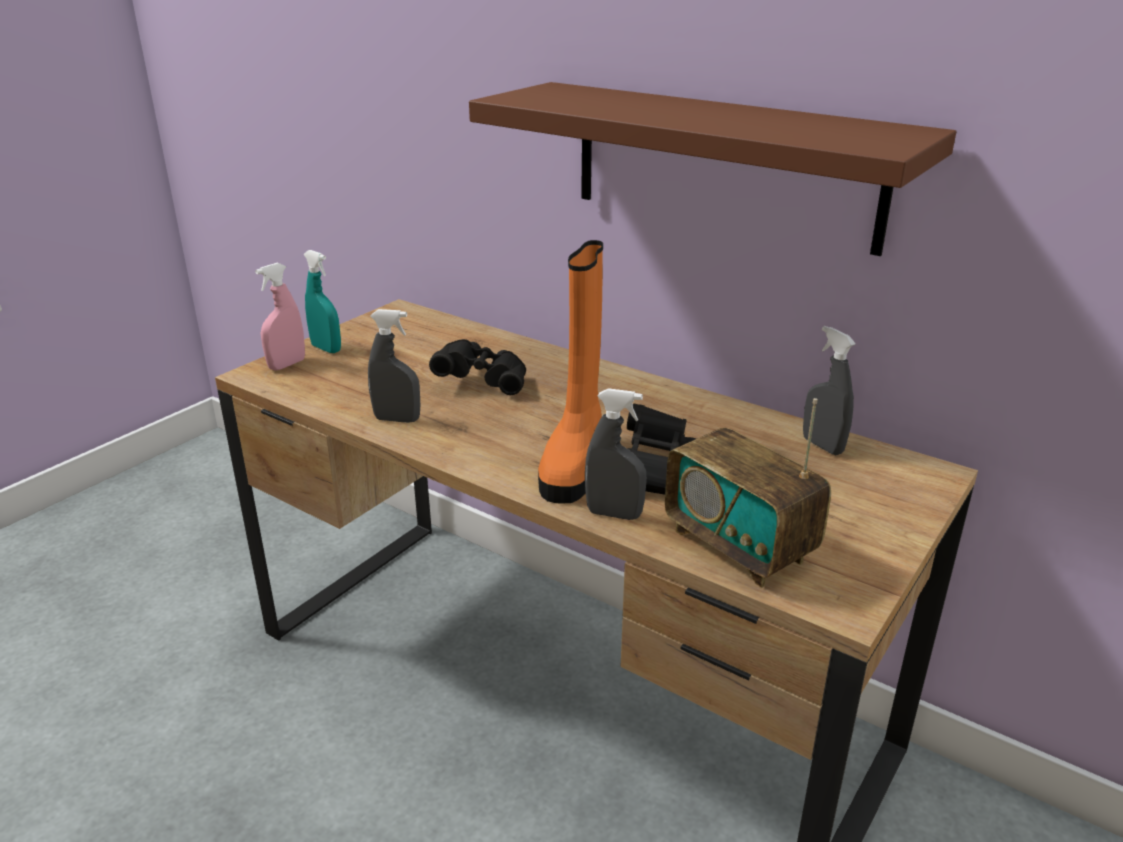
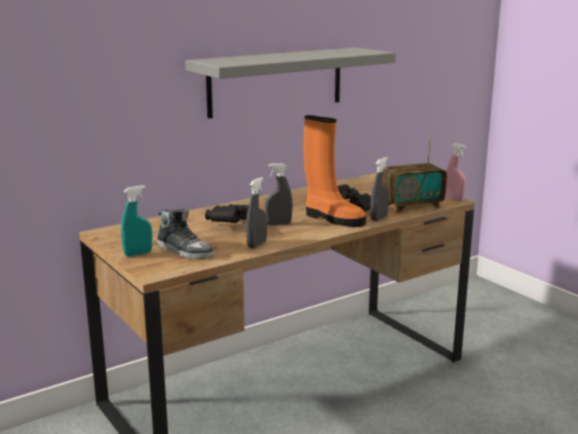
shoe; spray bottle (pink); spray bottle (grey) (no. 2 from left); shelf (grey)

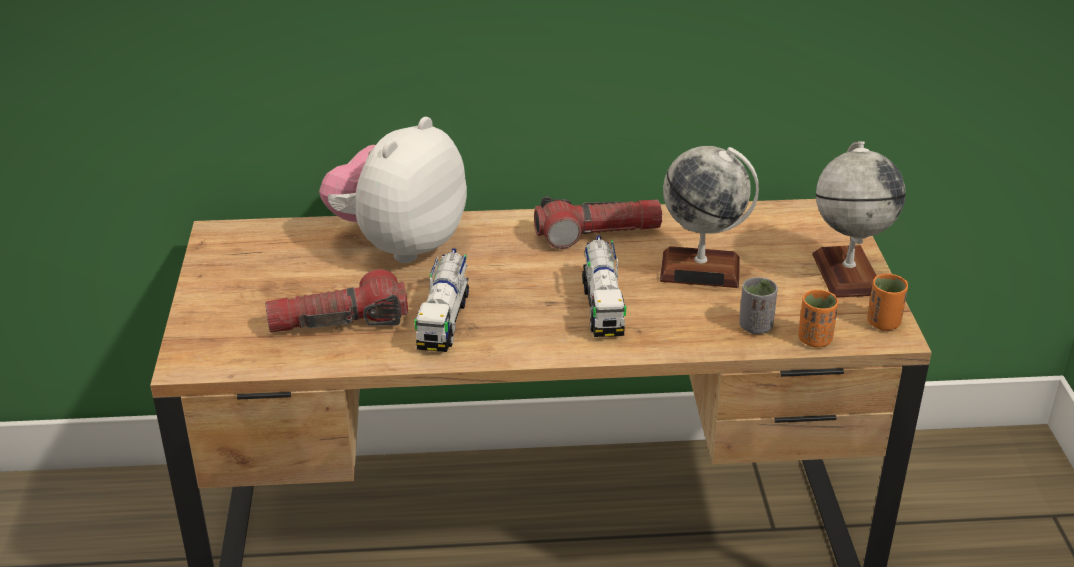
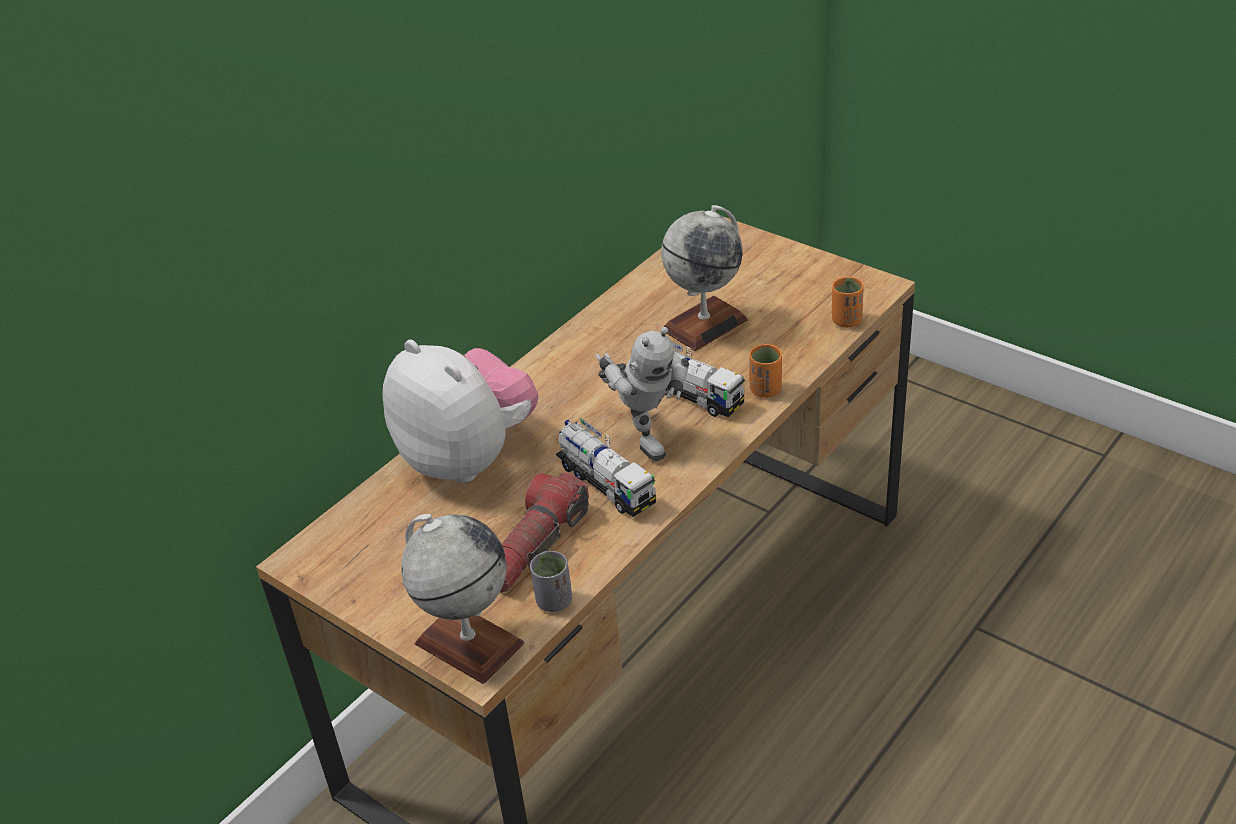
flashlight (no. 2 from left in the first image); toy robot; cup (grey); globe (no. 1 from left); cup (orange) (no. 1 from left); plush toy

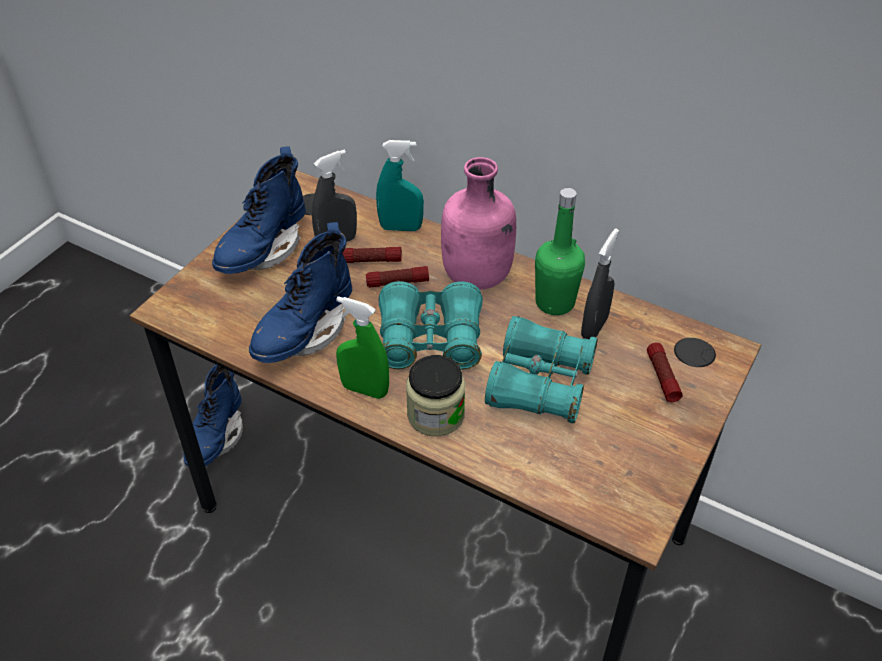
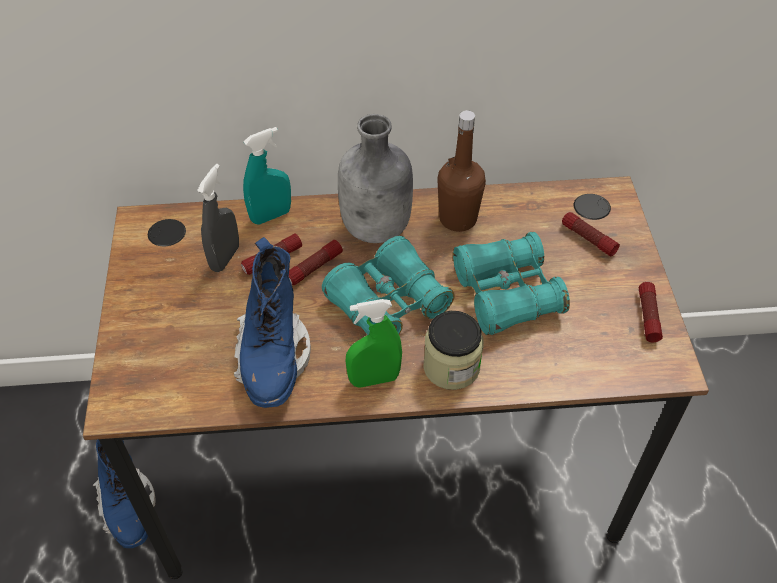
boot (blue) (no. 2 from left in the first image); spray bottle (grey) (no. 2 from left in the first image); flashlight (no. 4 from left); bottle (grey); bottle (brown)

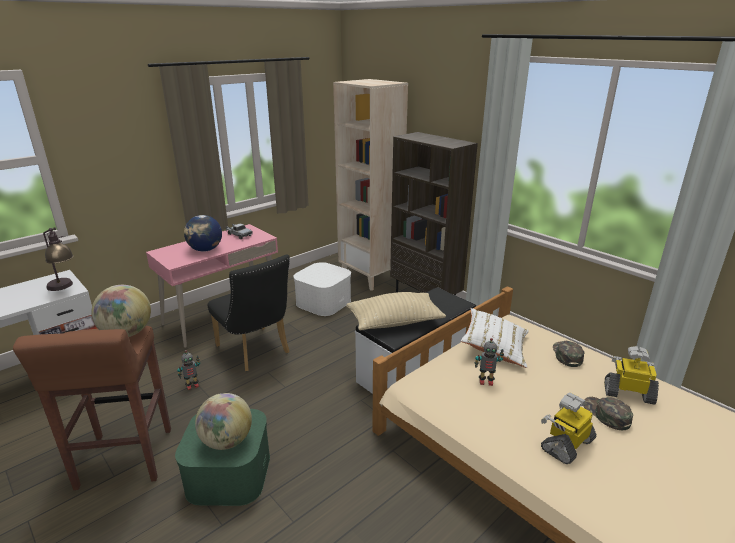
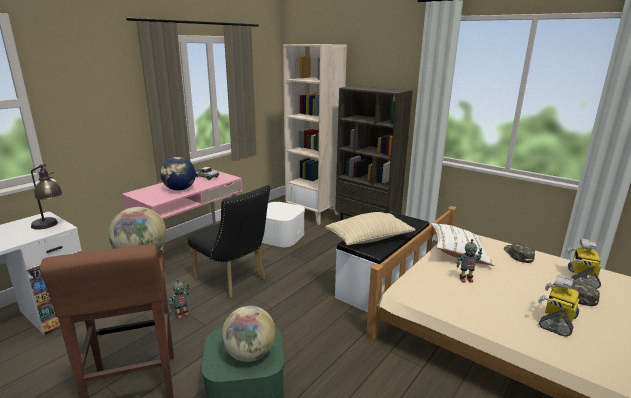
toy robot (no. 4 from left)

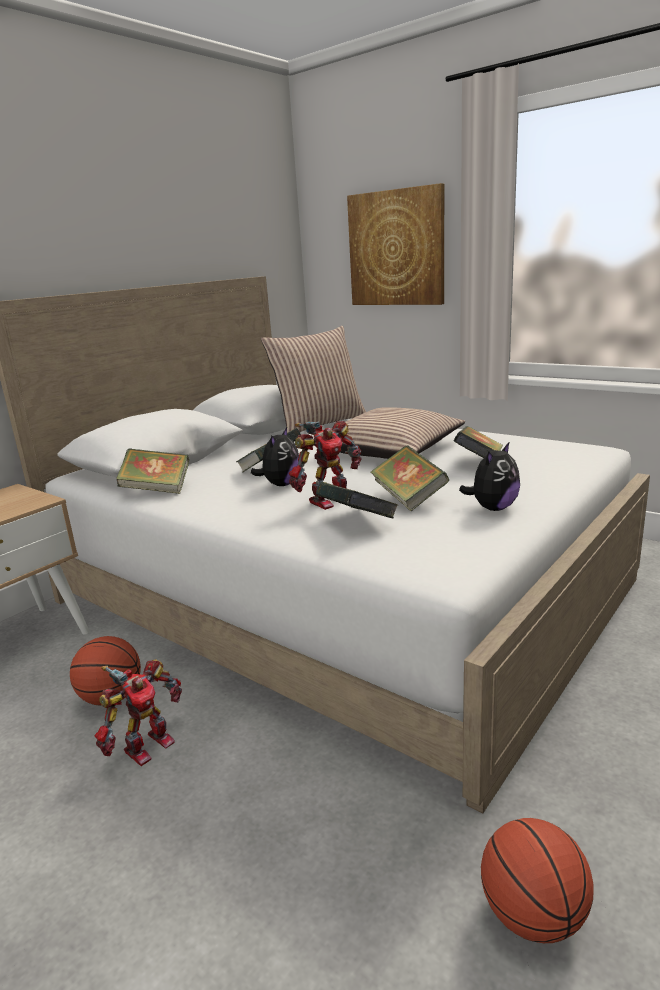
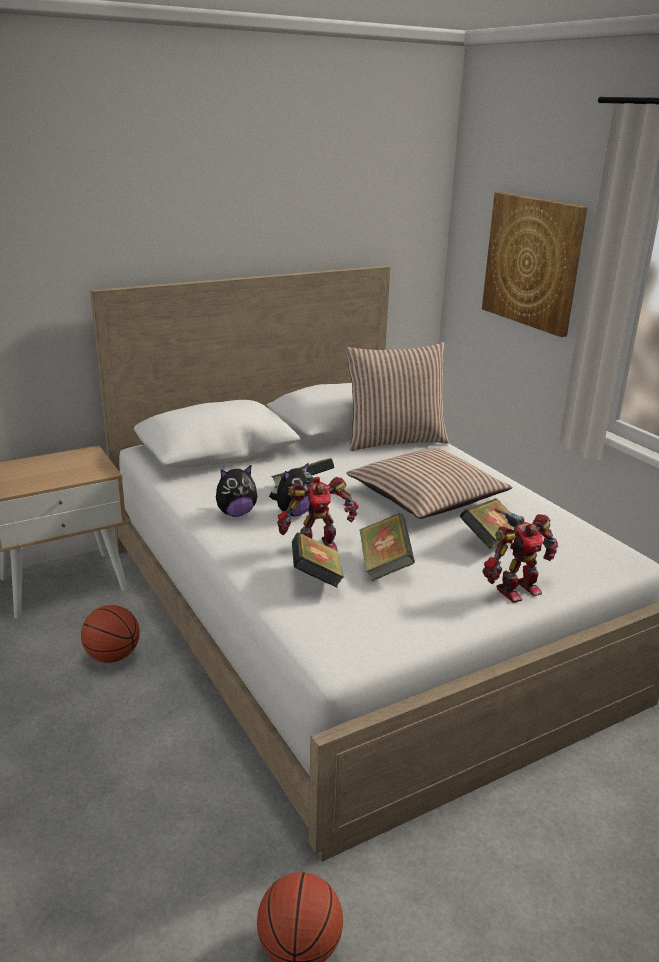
book (no. 1 from left in the first image); toy robot (no. 2 from left); plush toy (no. 1 from left)

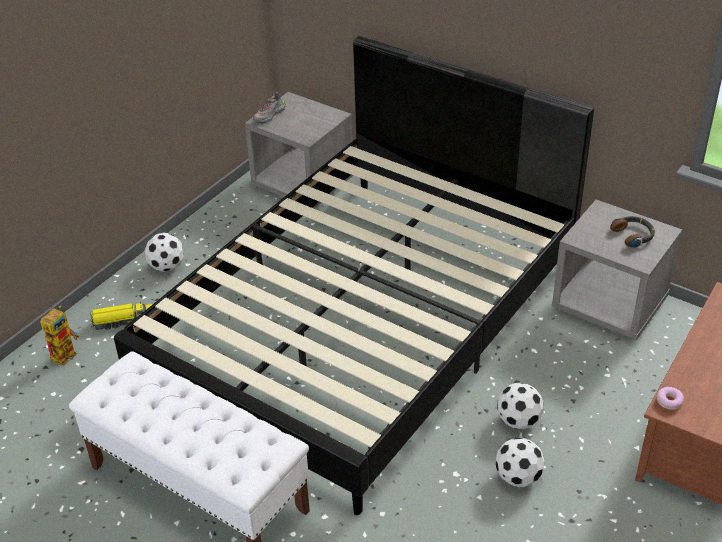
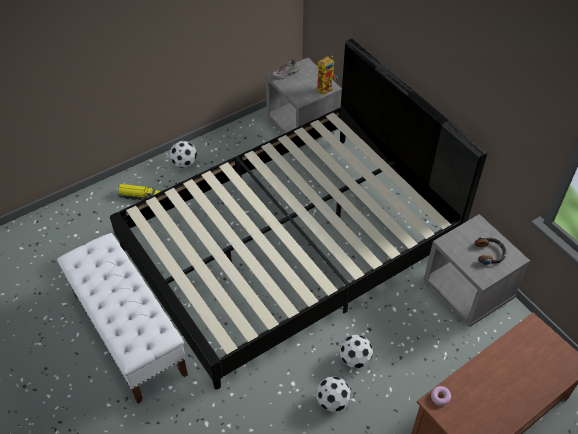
toy robot

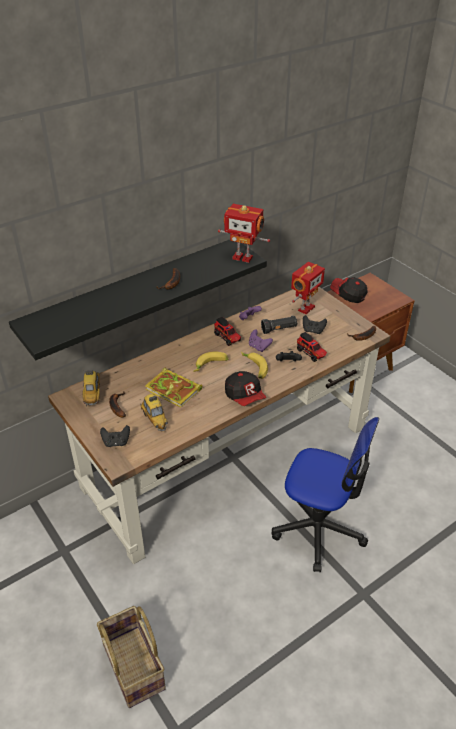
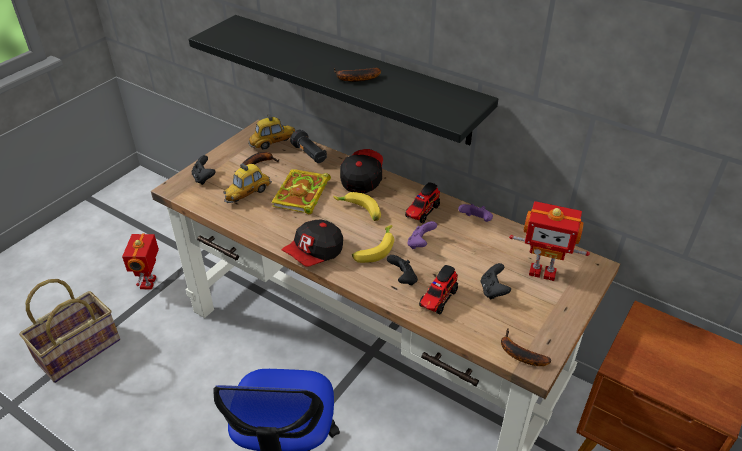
toy robot (no. 1 from left); flashlight (black); cap (no. 2 from left)

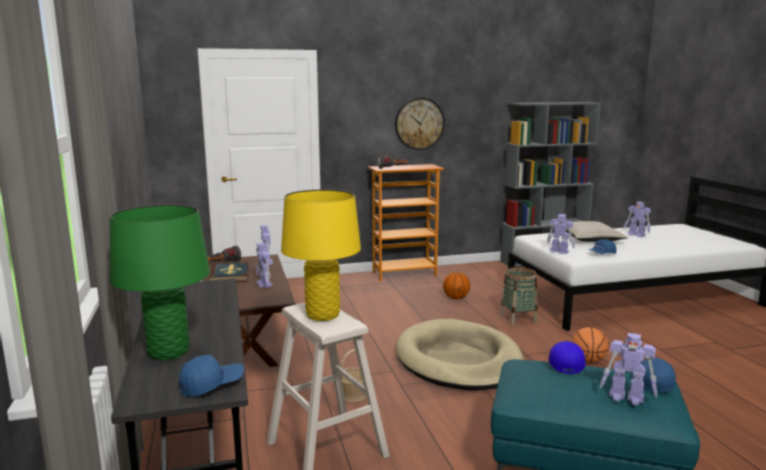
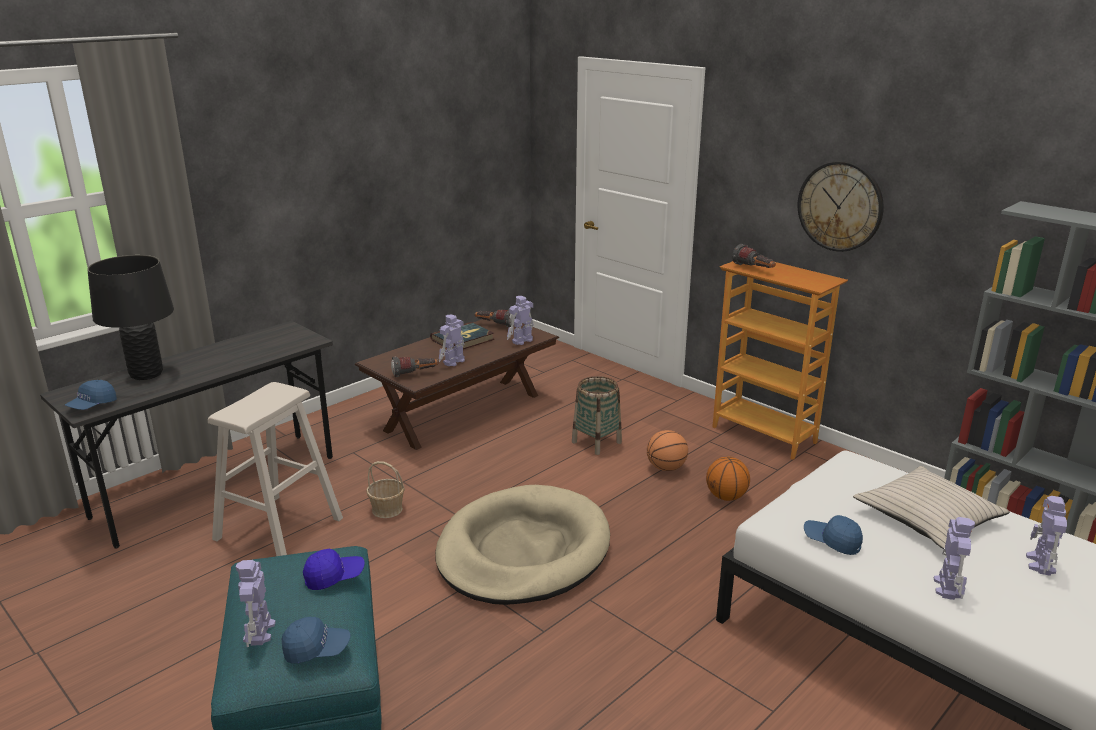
table lamp (yellow); flashlight (no. 1 from left); basket (no. 2 from left); toy robot (no. 4 from left); basketball (no. 1 from left); table lamp (black); cap (blue) (no. 1 from left)

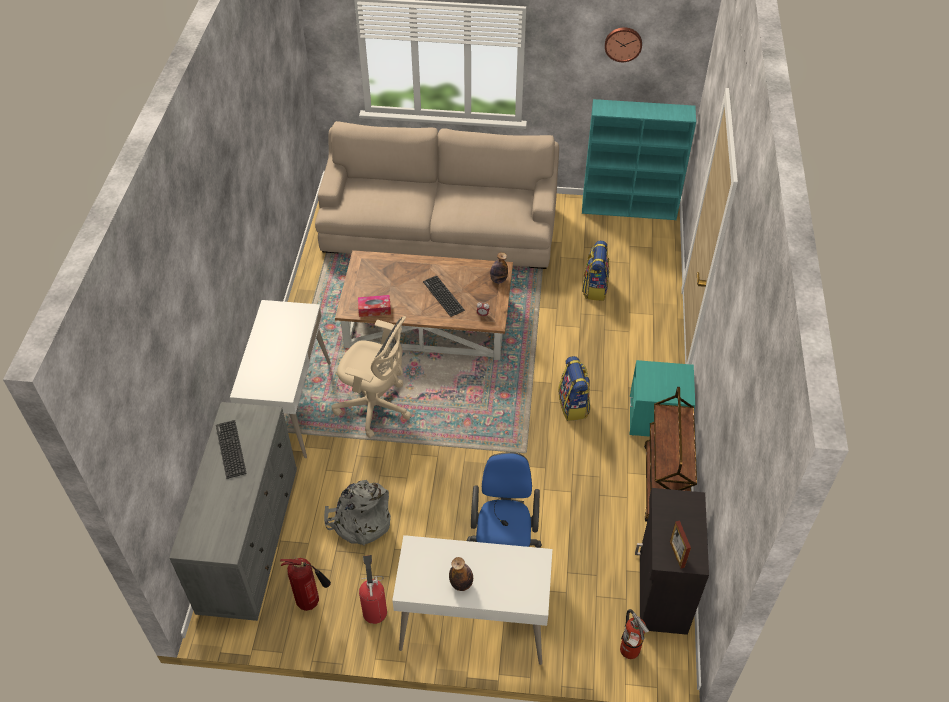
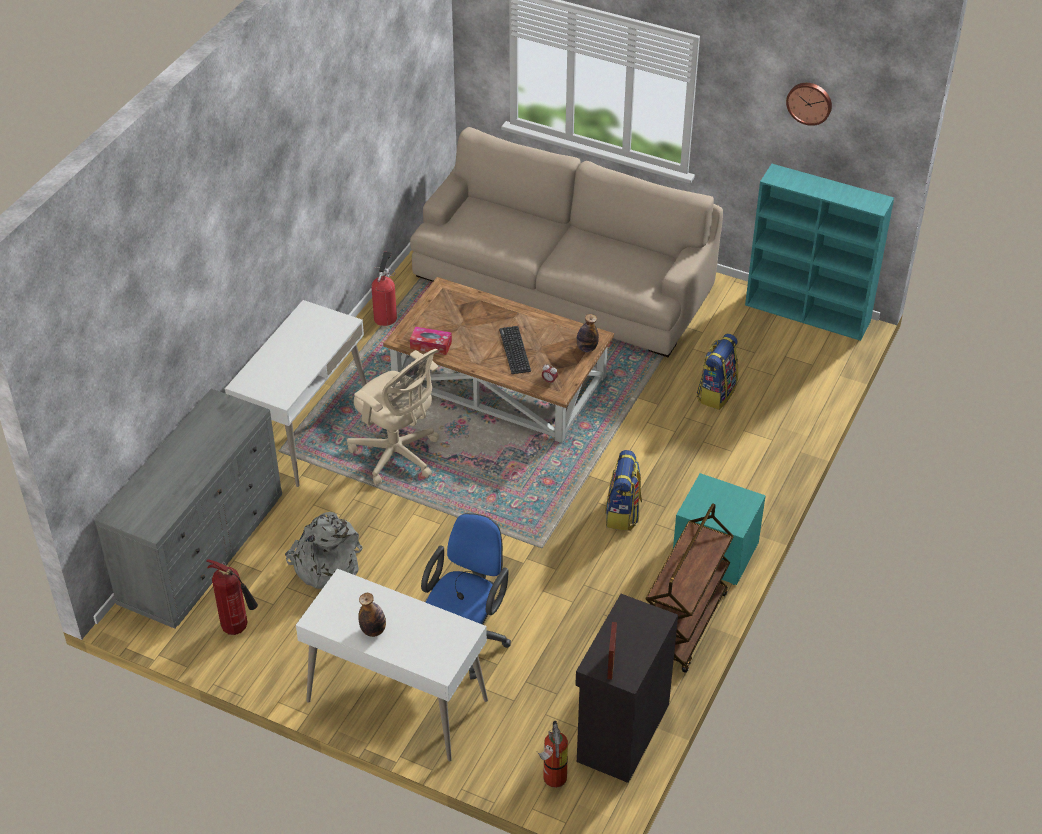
keyboard (no. 1 from left in the first image); fire extinguisher (no. 2 from left)

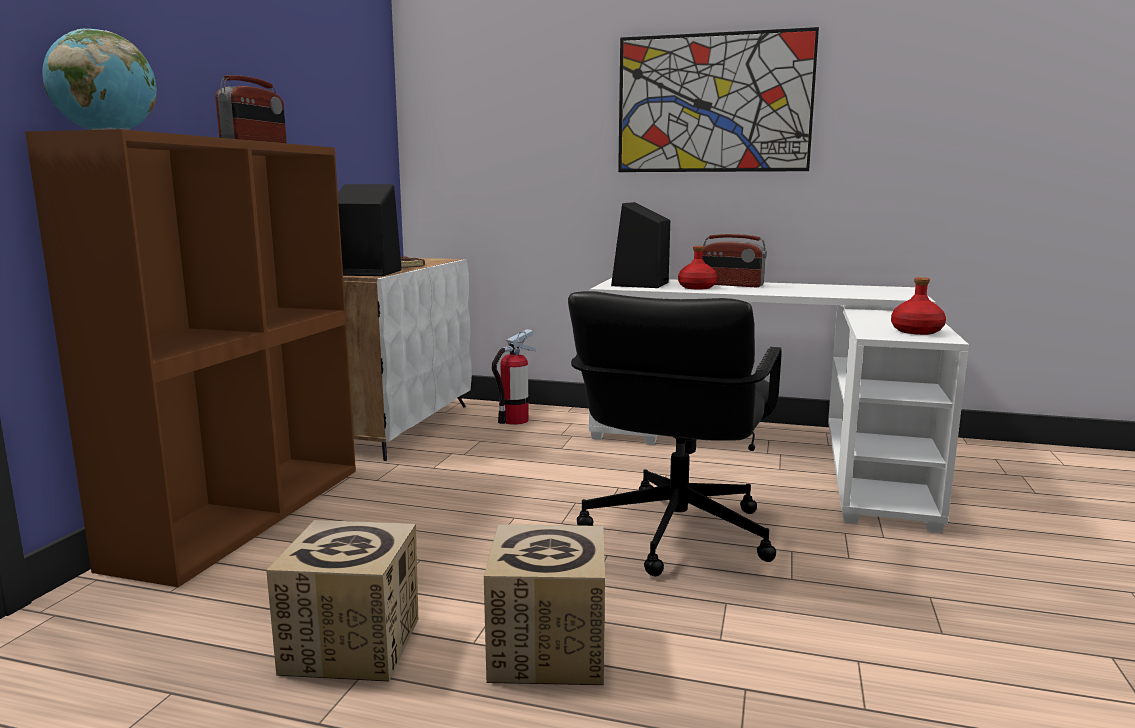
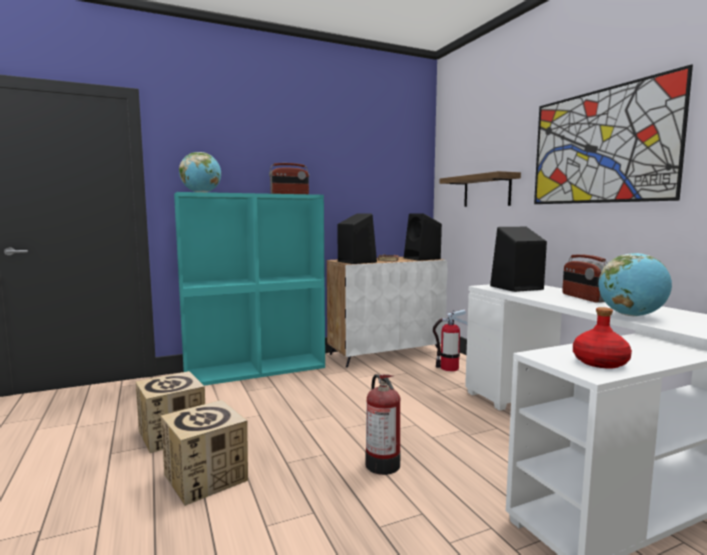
bottle (red) (no. 1 from left in the first image); speaker (black) (no. 2 from left); shelf; globe (no. 2 from left); fire extinguisher (no. 1 from left); bookcase (turquoise)

